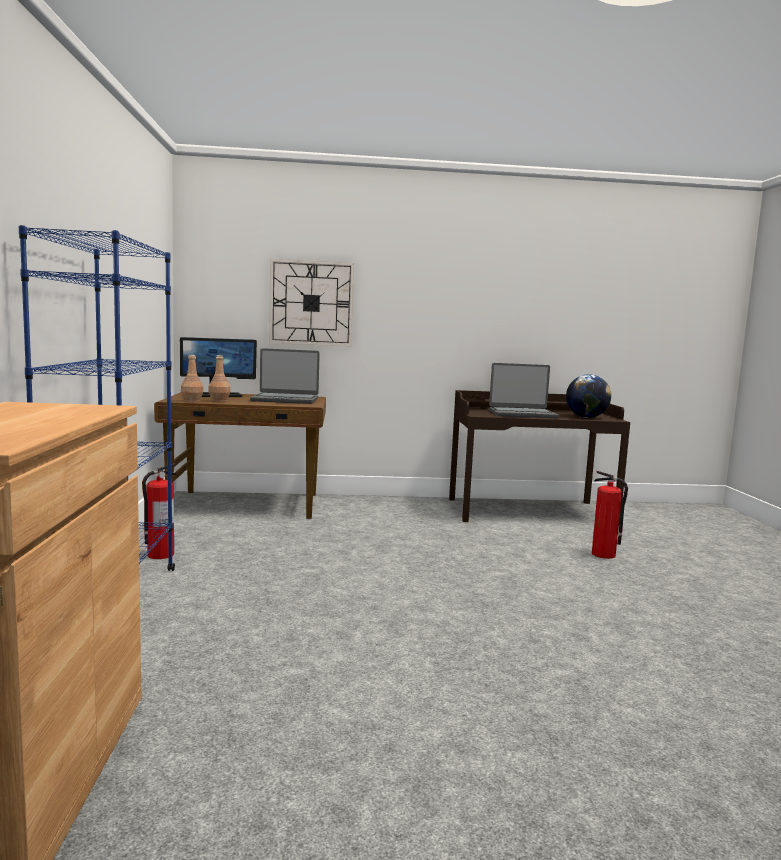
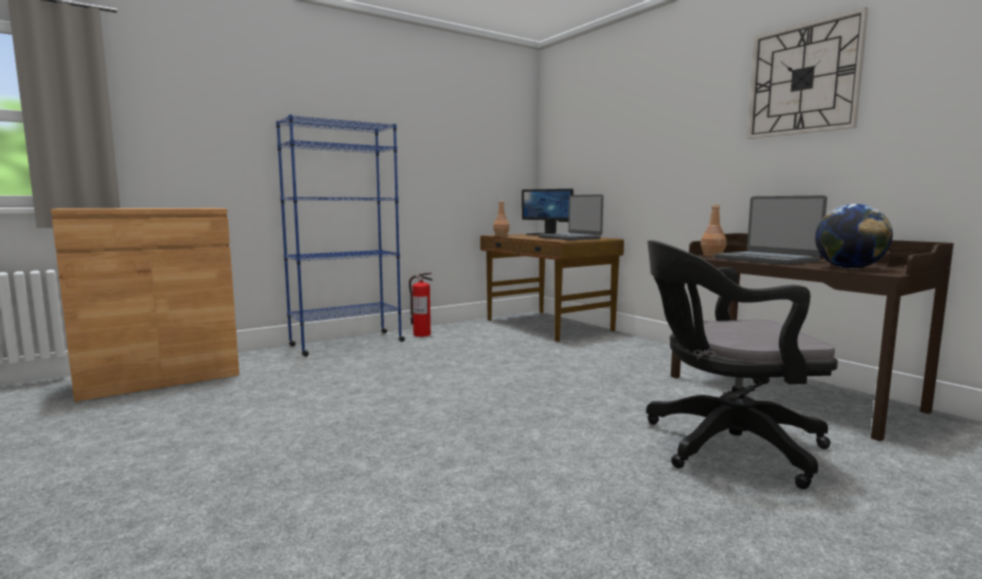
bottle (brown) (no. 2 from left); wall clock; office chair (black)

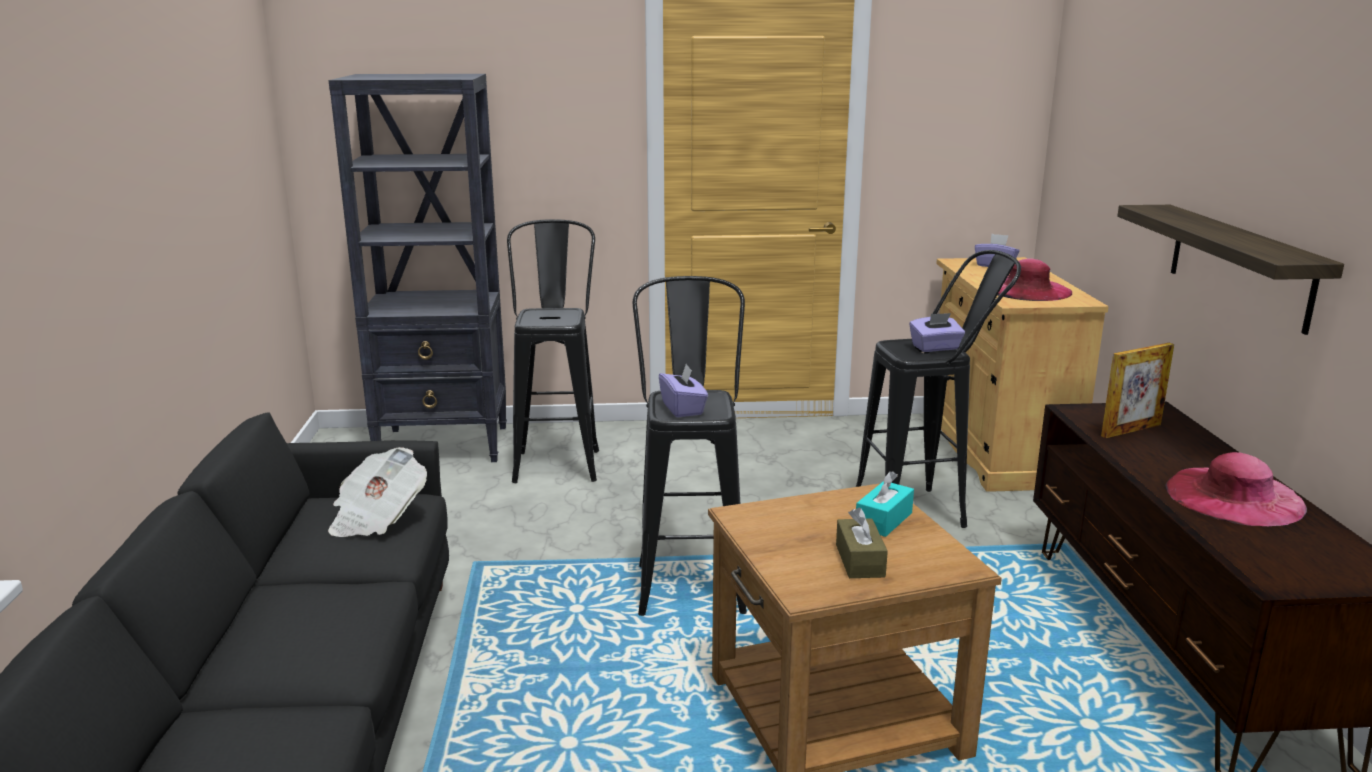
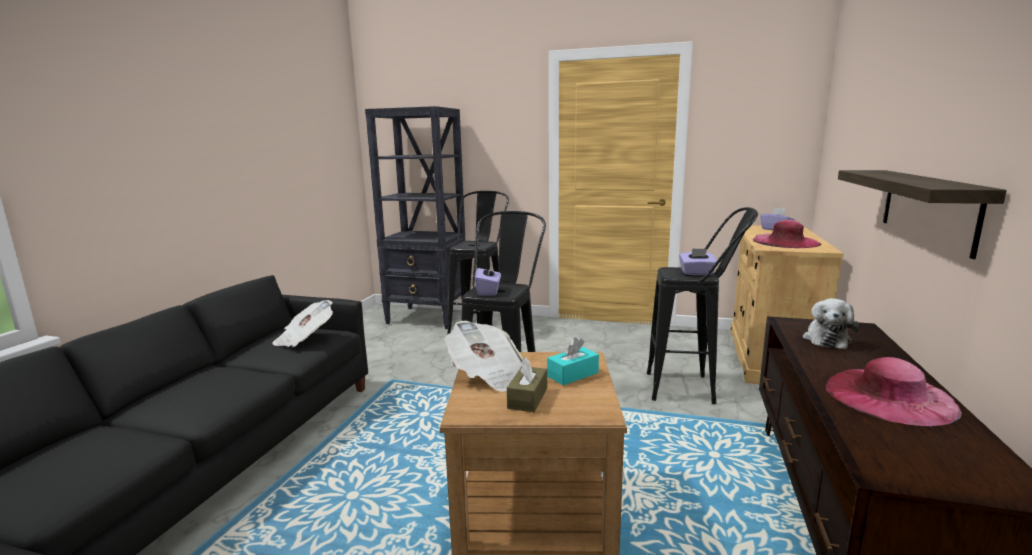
newspaper (no. 2 from left); plush toy

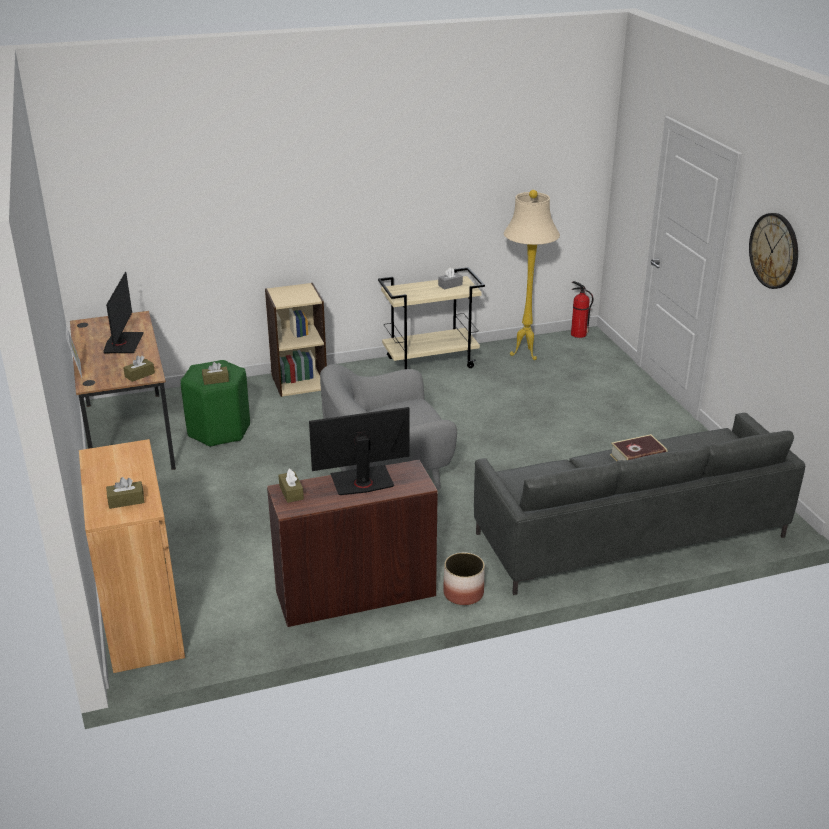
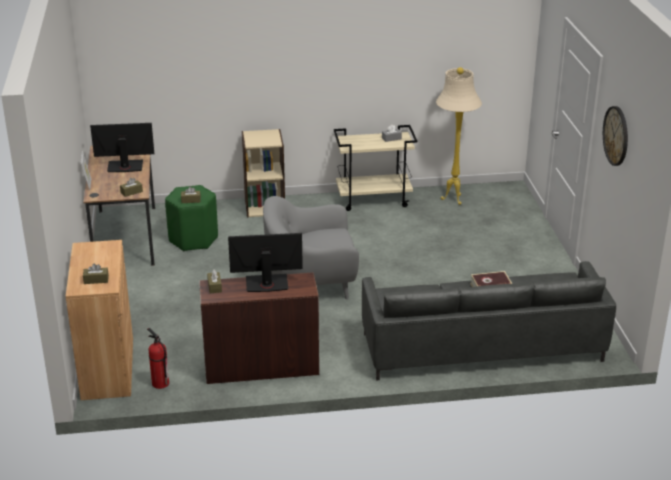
planter; fire extinguisher; monitor (no. 1 from left)

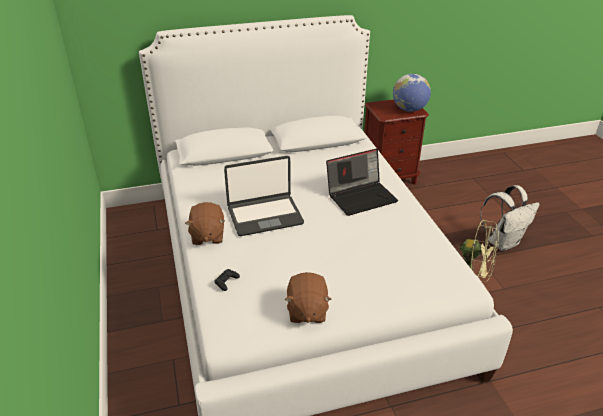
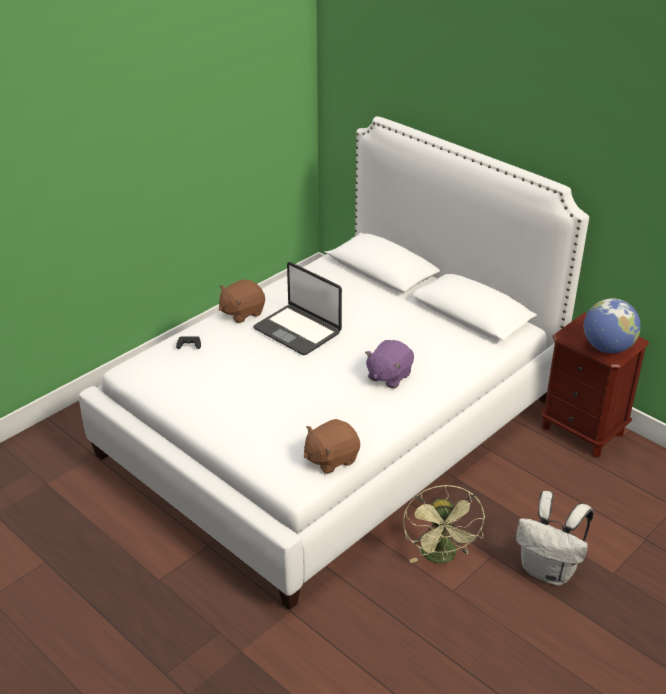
plush toy (brown) (no. 2 from left); plush toy (purple)

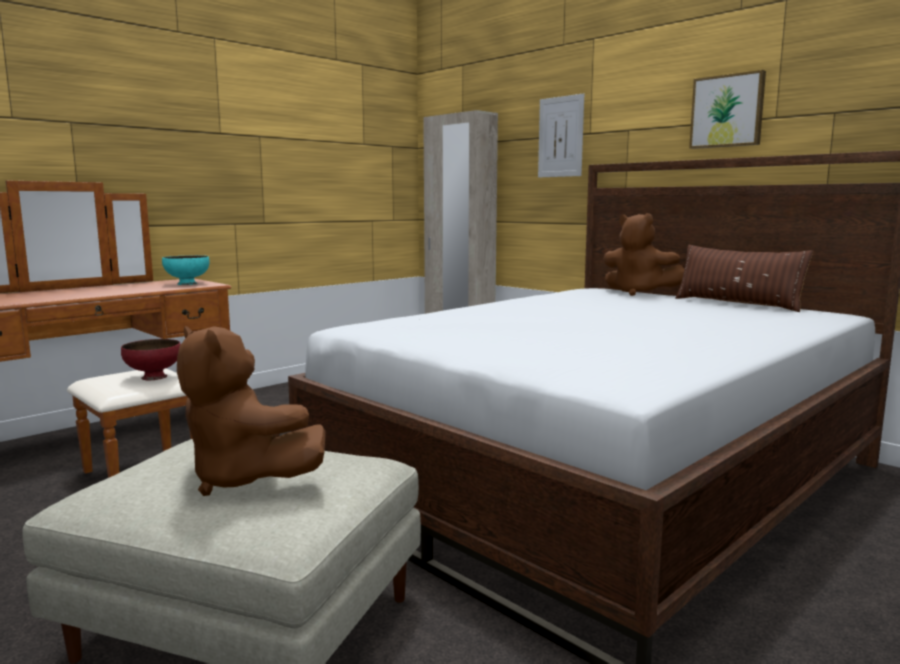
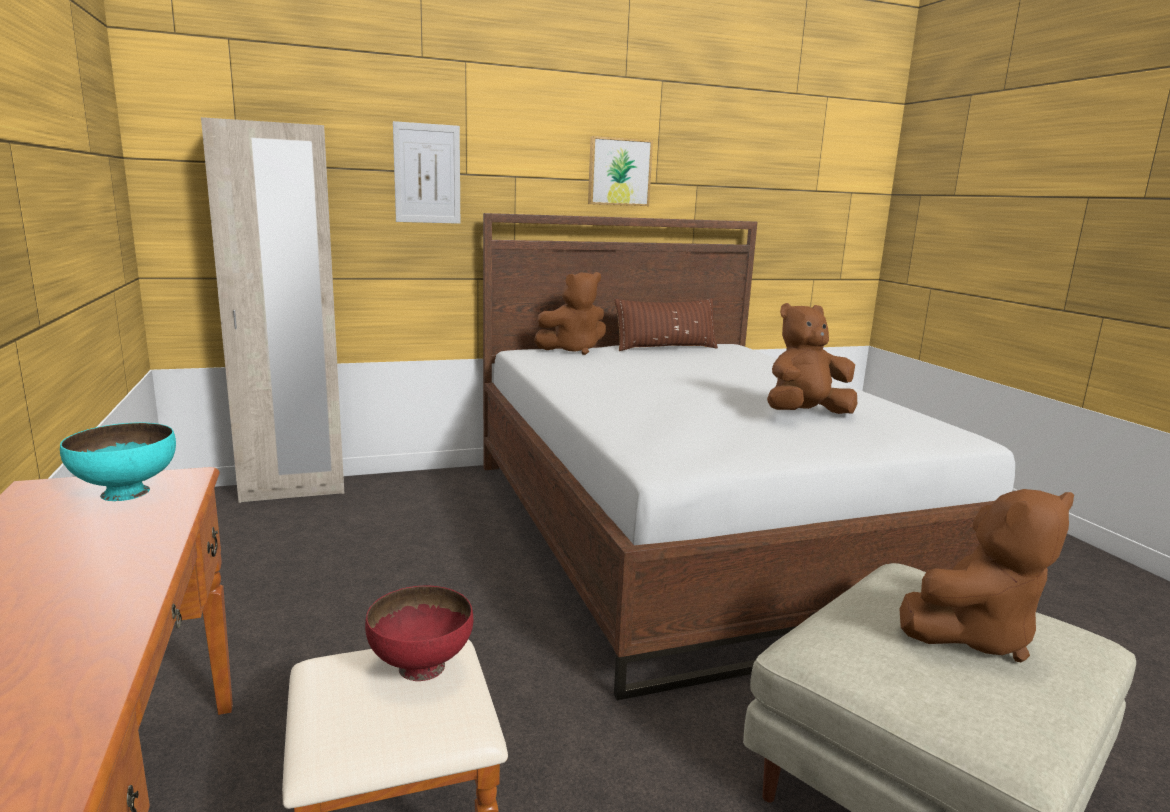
plush toy (brown) (no. 2 from left)

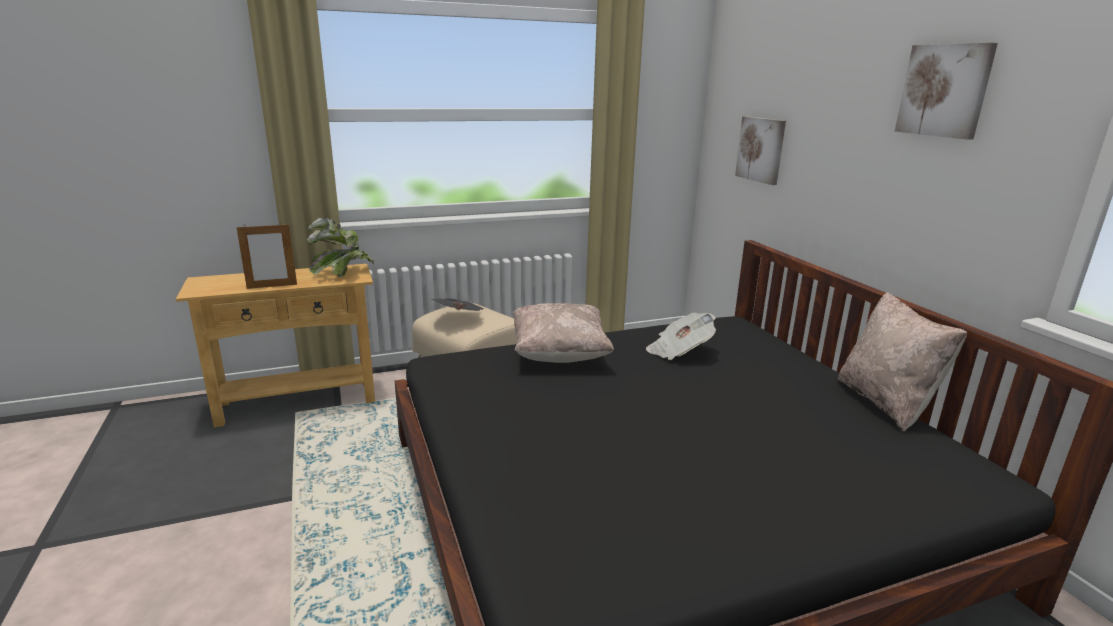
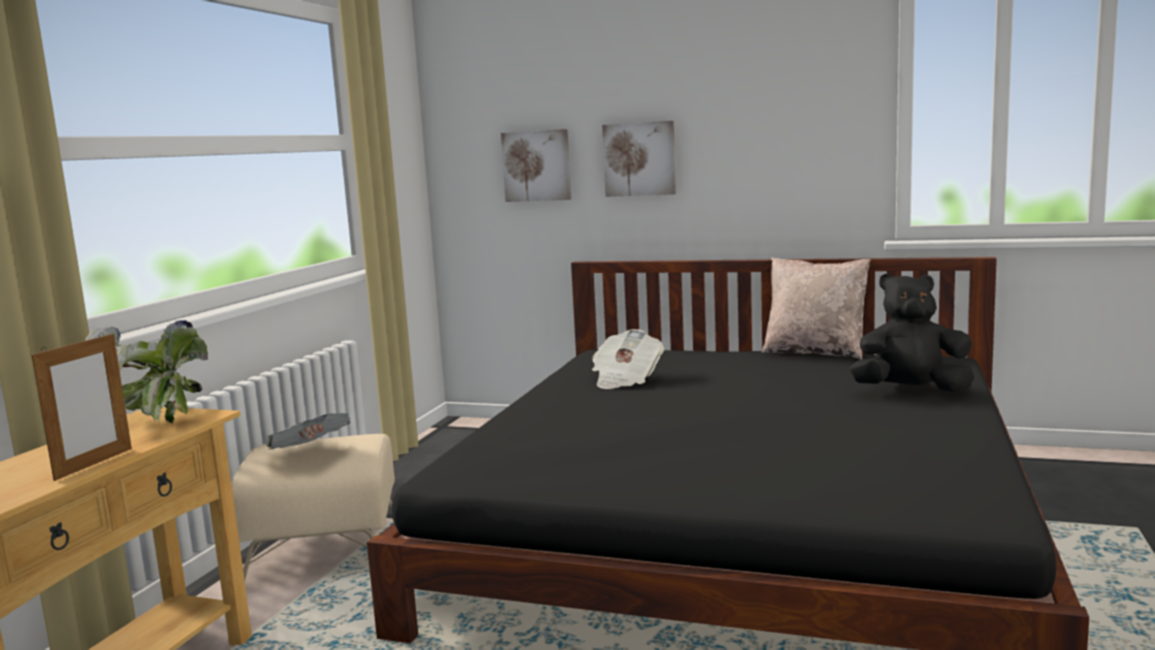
pillow (beige) (no. 1 from left in the first image); plush toy (black); picture (no. 2 from left)

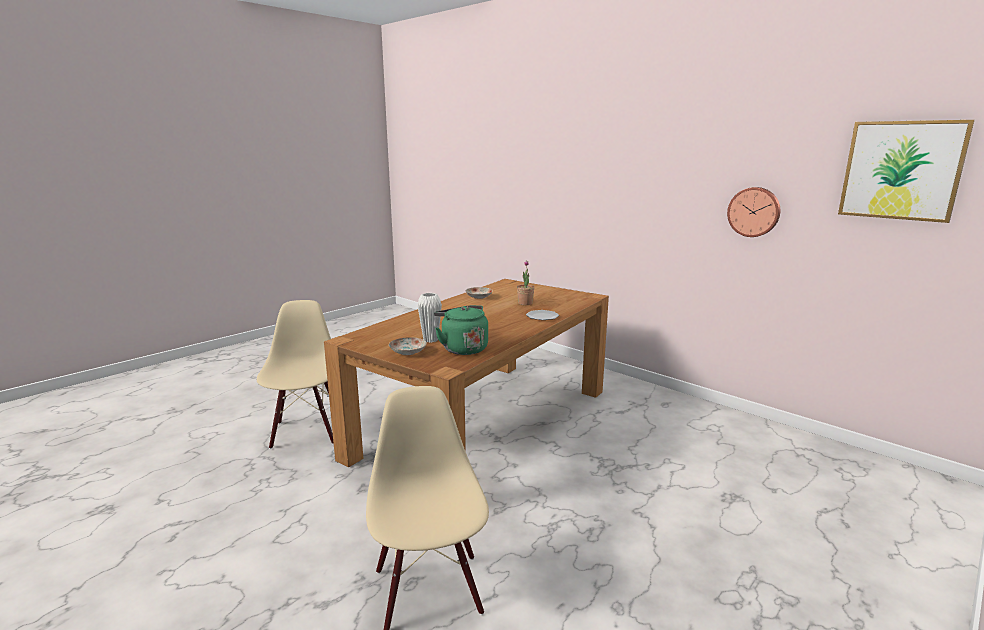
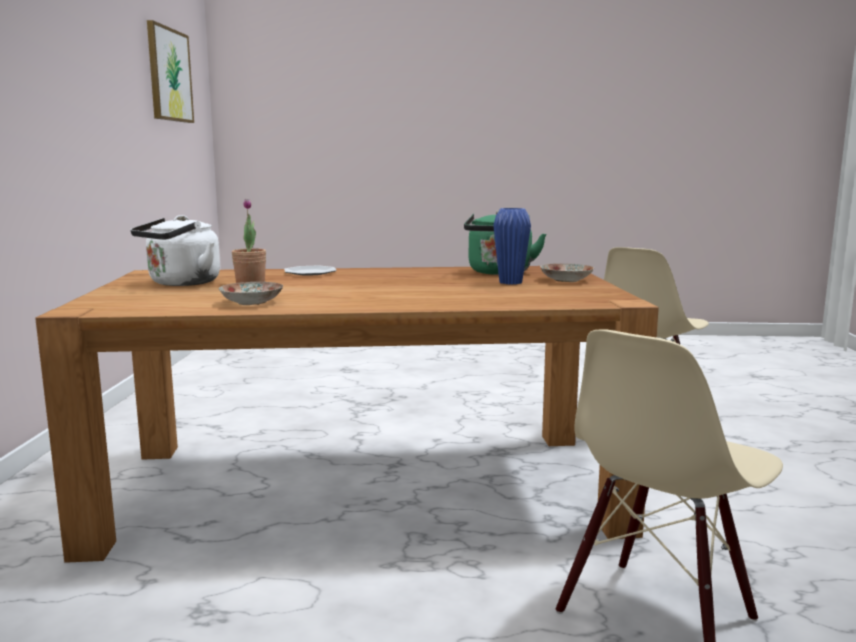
wall clock; kettle (white); vase (blue)

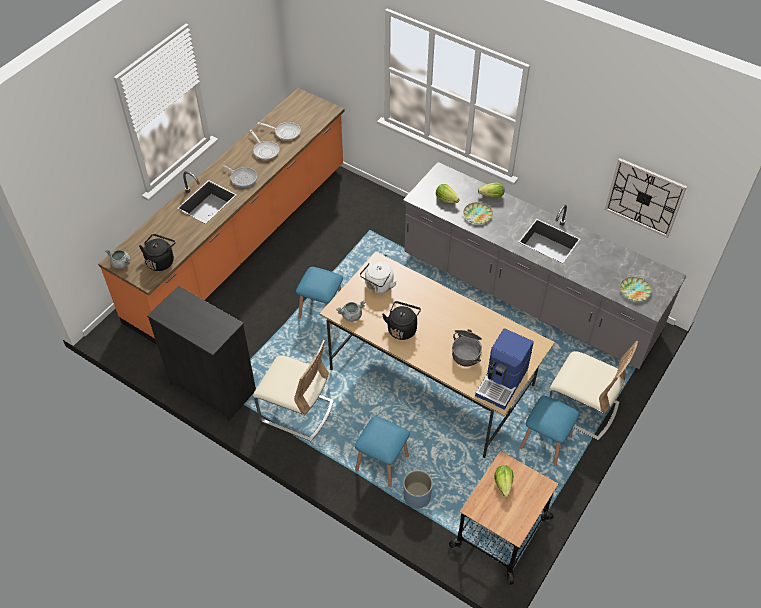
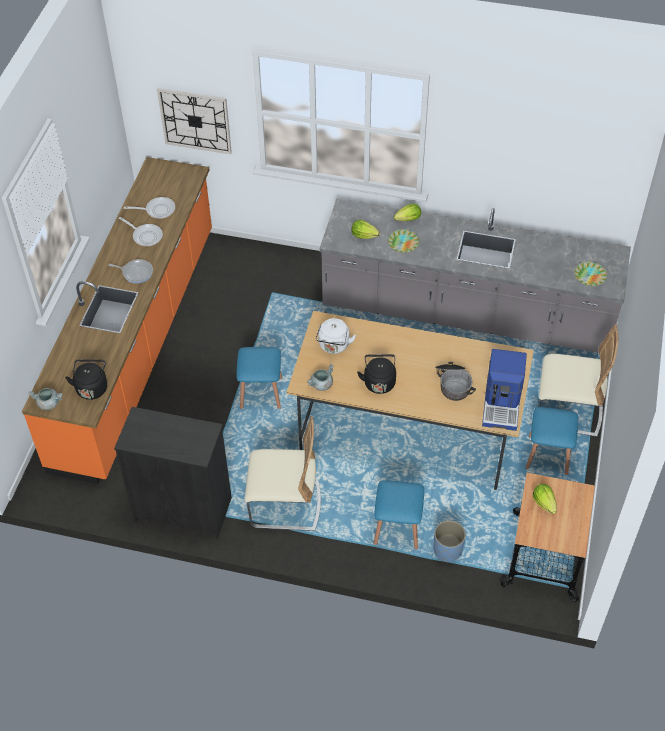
wall clock

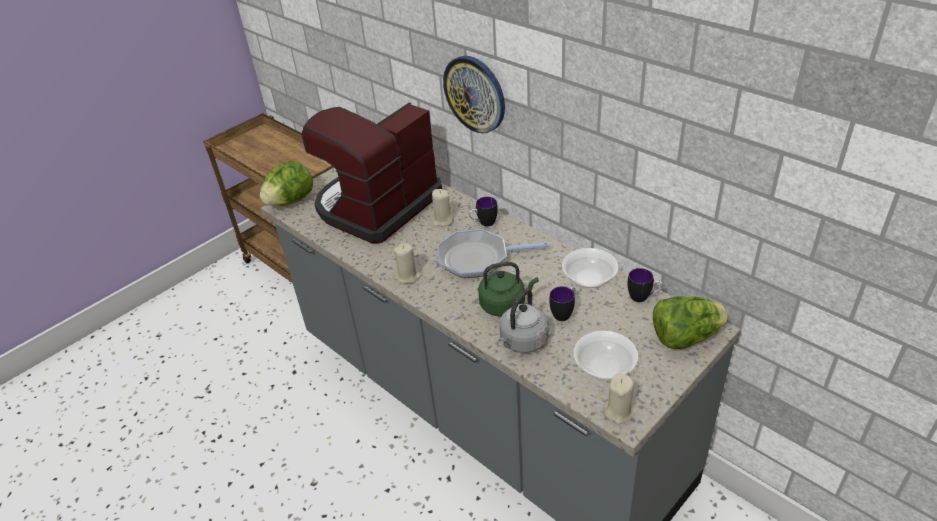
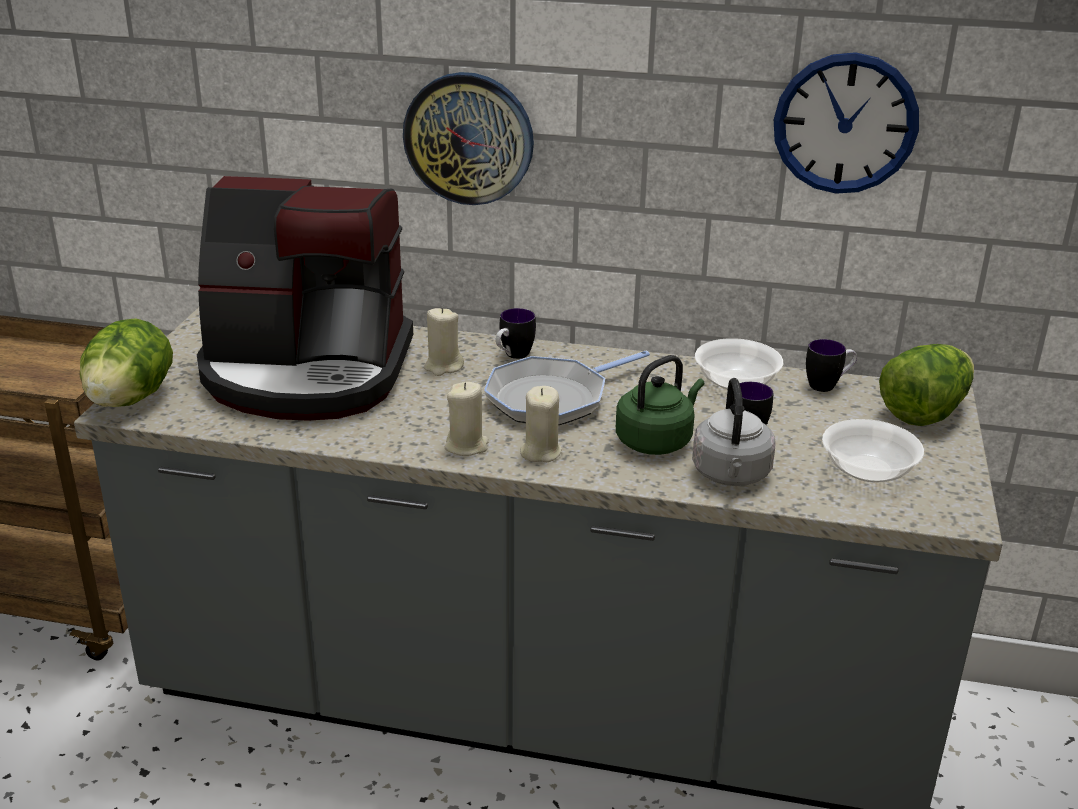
wall clock (no. 2 from left); candle (beige) (no. 3 from left); coffee machine

